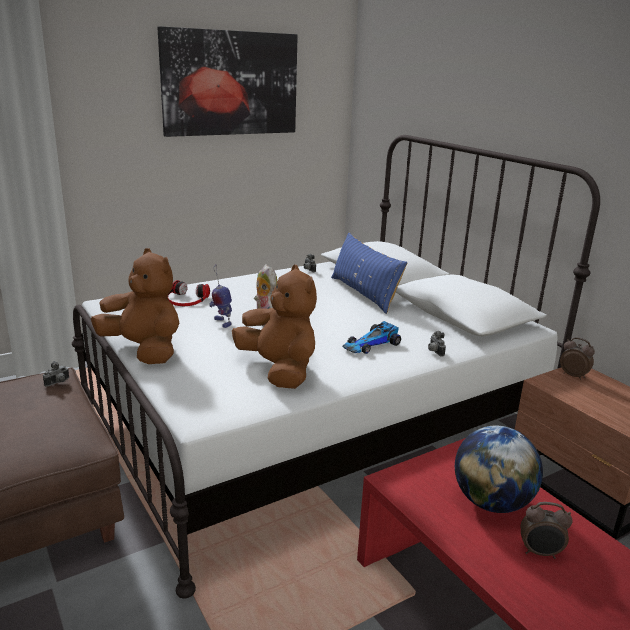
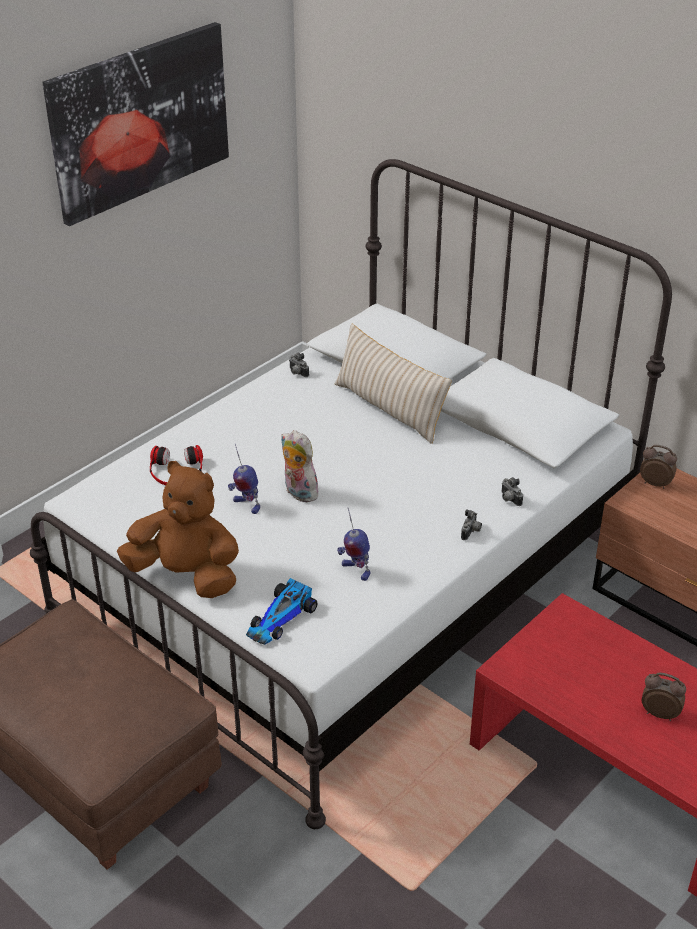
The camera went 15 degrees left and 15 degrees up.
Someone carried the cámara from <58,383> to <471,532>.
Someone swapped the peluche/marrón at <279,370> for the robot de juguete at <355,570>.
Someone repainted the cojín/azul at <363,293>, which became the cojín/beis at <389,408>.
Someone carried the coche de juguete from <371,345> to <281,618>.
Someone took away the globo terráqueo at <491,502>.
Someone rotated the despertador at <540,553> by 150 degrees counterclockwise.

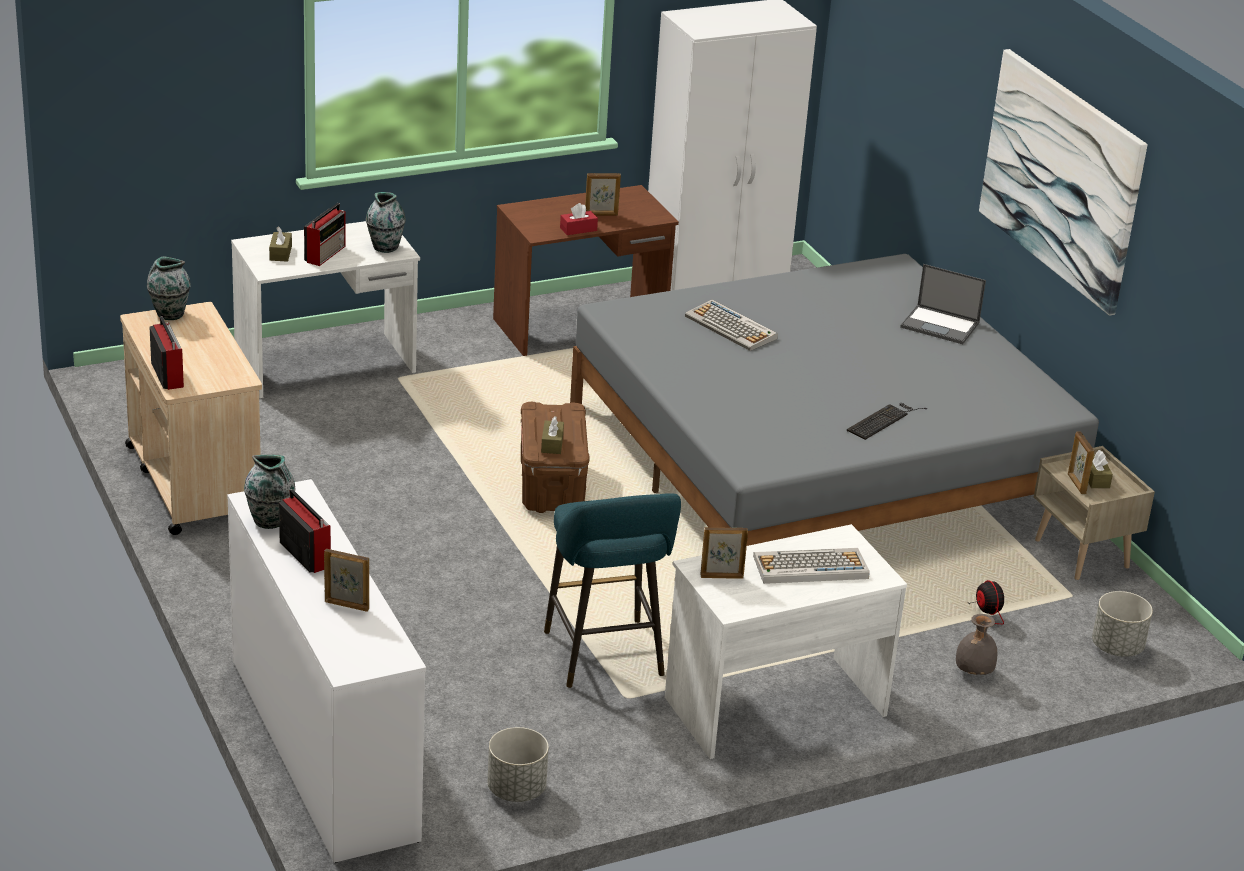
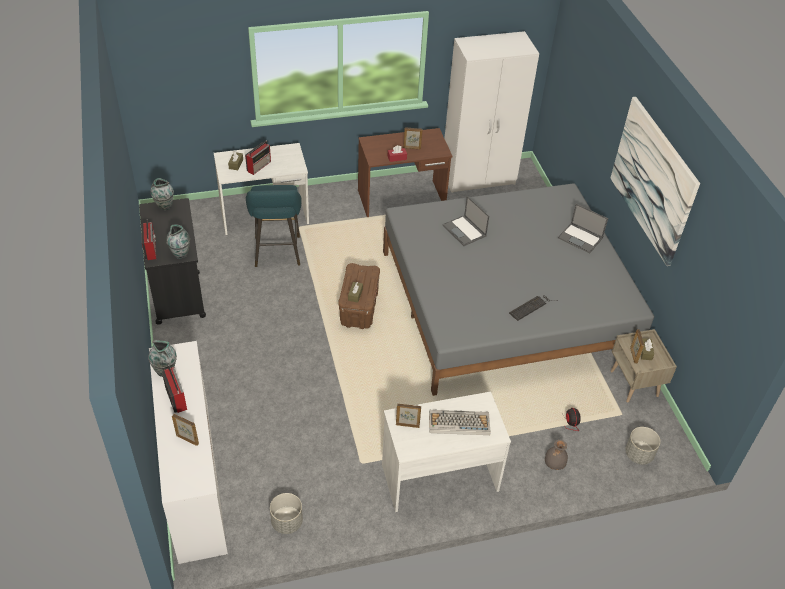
The camera went 10 degrees right and 15 degrees up.
Someone repainted the carrito/beis at <193,481>, which became the carrito/negro at <177,288>.
Someone carried the florero from <385,247> to <180,253>.
Someone carried the taburete/turquesa from <605,658> to <277,253>.
Someone swapped the teclado at <732,327> for the portátil at <464,231>.

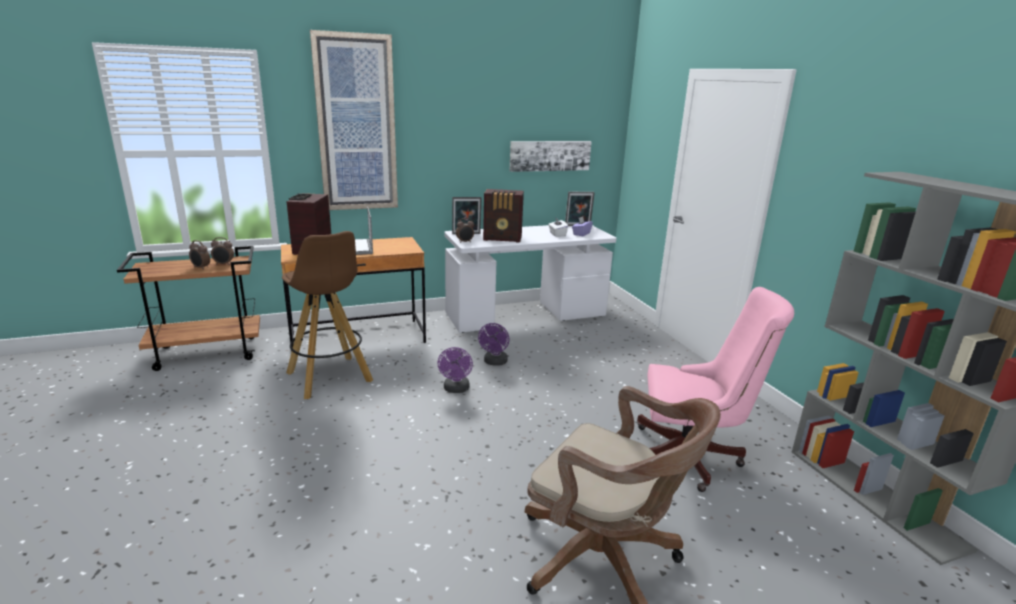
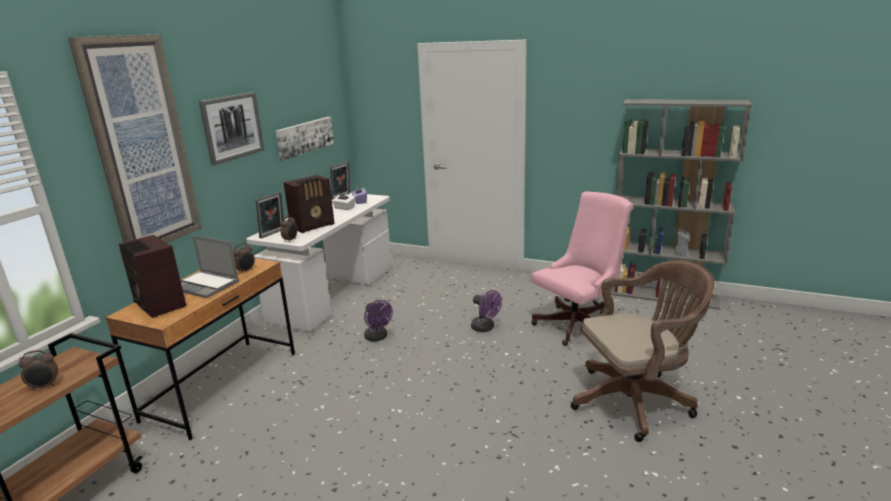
The camera went 45 degrees left and 0 degrees up.
Someone carried the despertador from <224,264> to <245,271>.
Someone took away the taburete/marrón at <330,378>.
Someone carried the ventilador/morado from <456,389> to <485,328>.
Someone put up the cuadro at <232,127>.

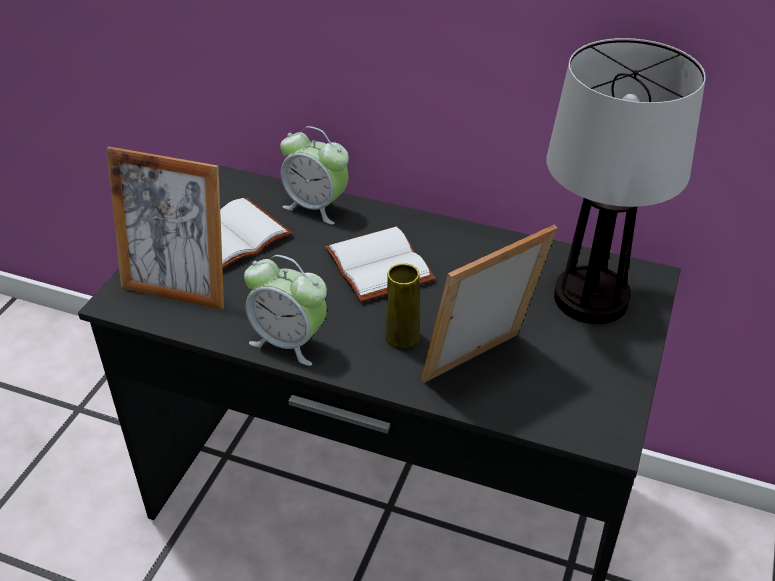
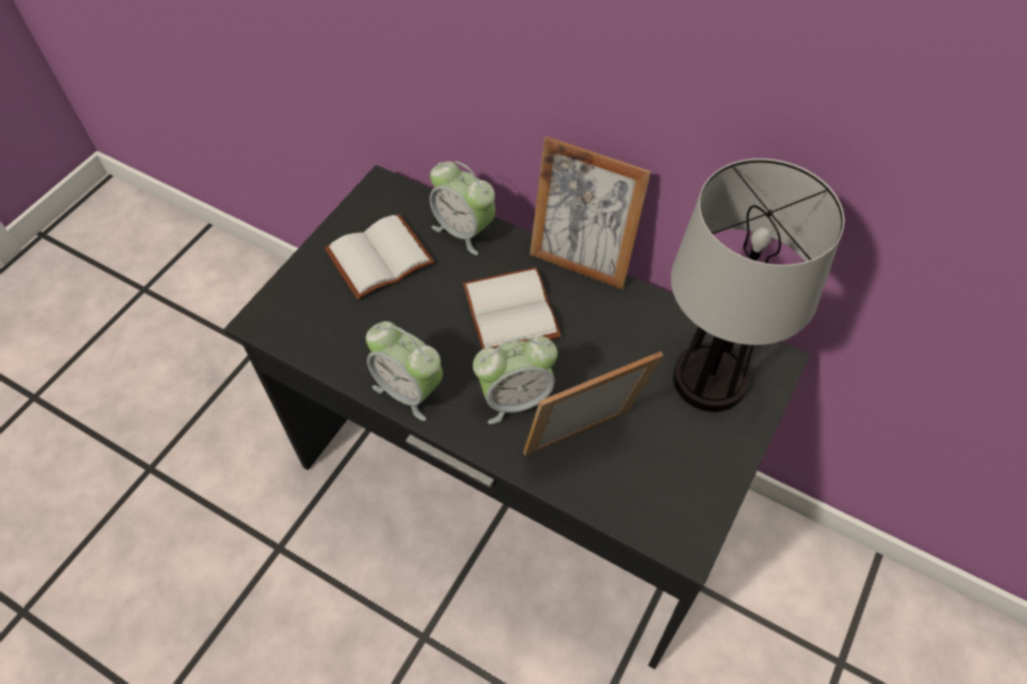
The camera went 10 degrees right and 15 degrees up.
Someone carried the portarretratos from <178,288> to <581,261>.
Someone swapped the florero/amarillo at <402,336> for the despertador at <516,399>.

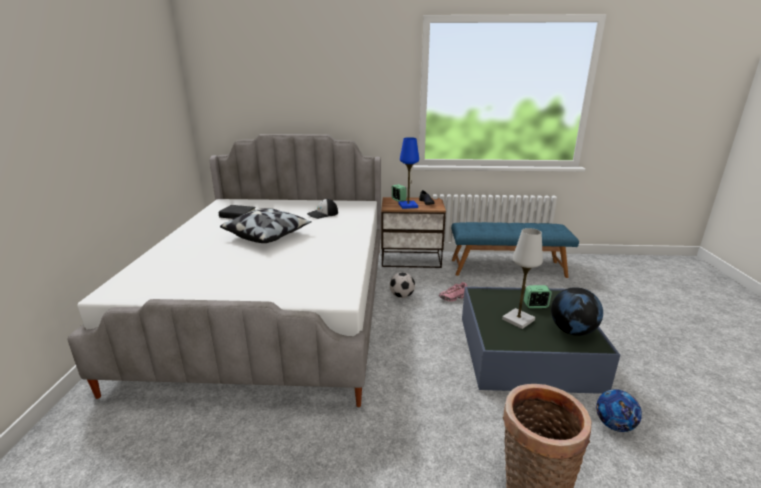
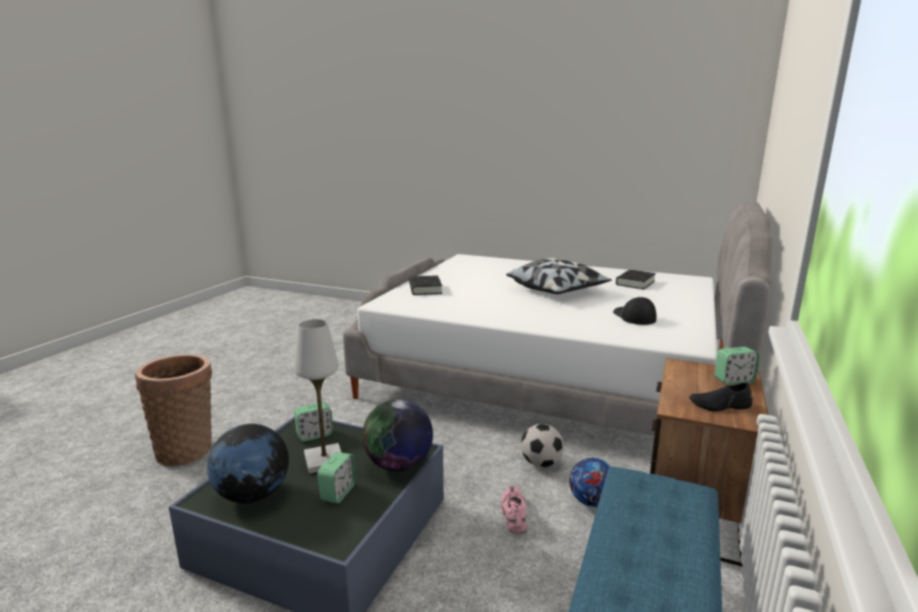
The camera went 110 degrees right and 5 degrees down.
Someone took away the lámpara de mesa/azul at <408,205>.
Someone carried the balón de fútbol from <614,425> to <591,502>.
Someone put down the despertador at <315,435>.
Someone put down the globo terráqueo at <398,465>.
Someone put down the libro/negro at <425,289>.

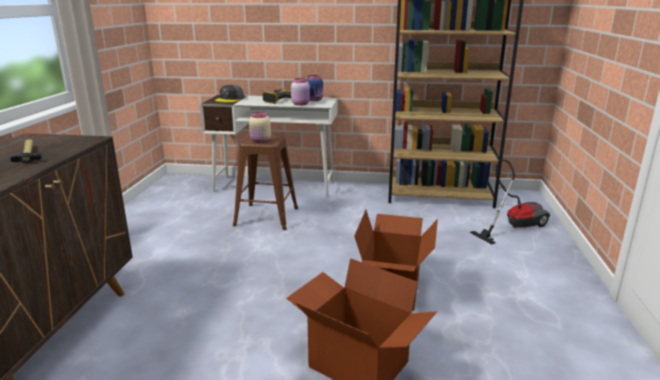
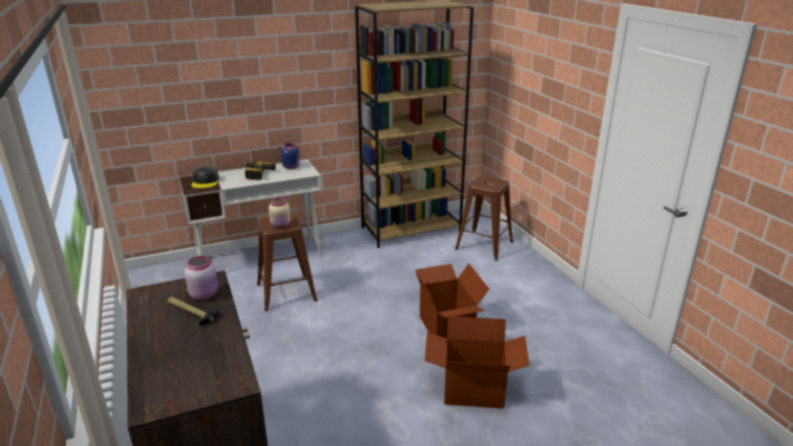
The camera went 30 degrees left and 5 degrees up.
Someone carried the tarro/rosa from <301,104> to <205,294>.
Someone swapped the aspiradora at <513,226> for the taburete/marrón at <485,245>.

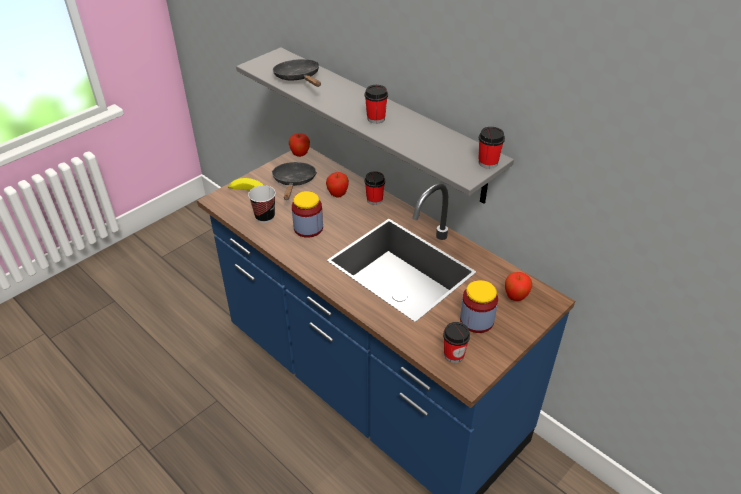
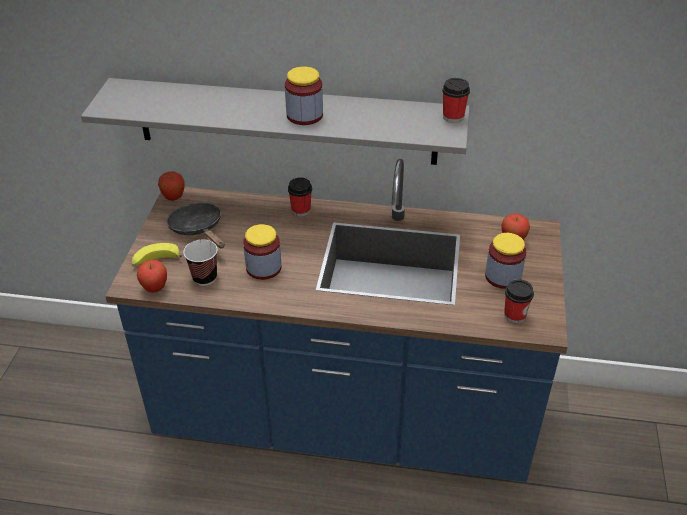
The camera went 35 degrees left and 0 degrees up.
Someone took away the sartén/negro at <299,78>.
Someone carried the manzana from <338,195> to <155,288>.
Someone swapped the taza at <376,118> for the tarro at <304,115>.

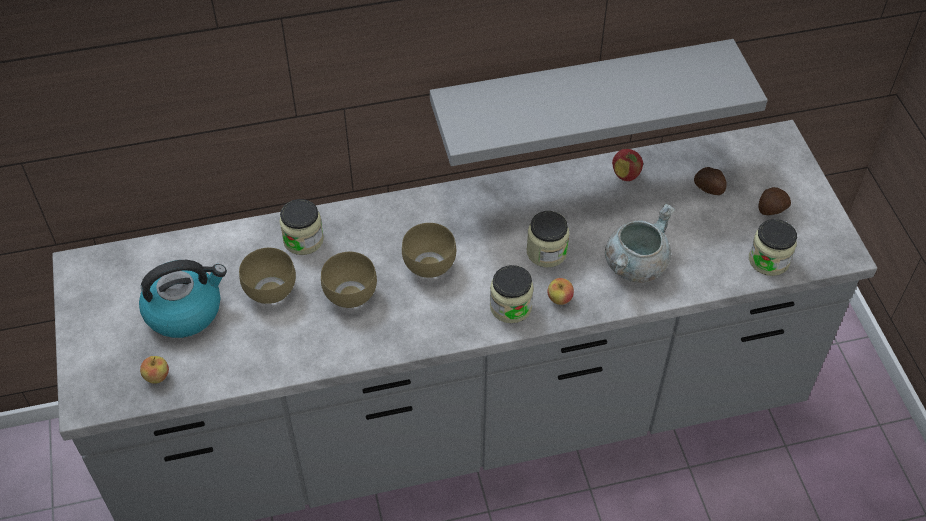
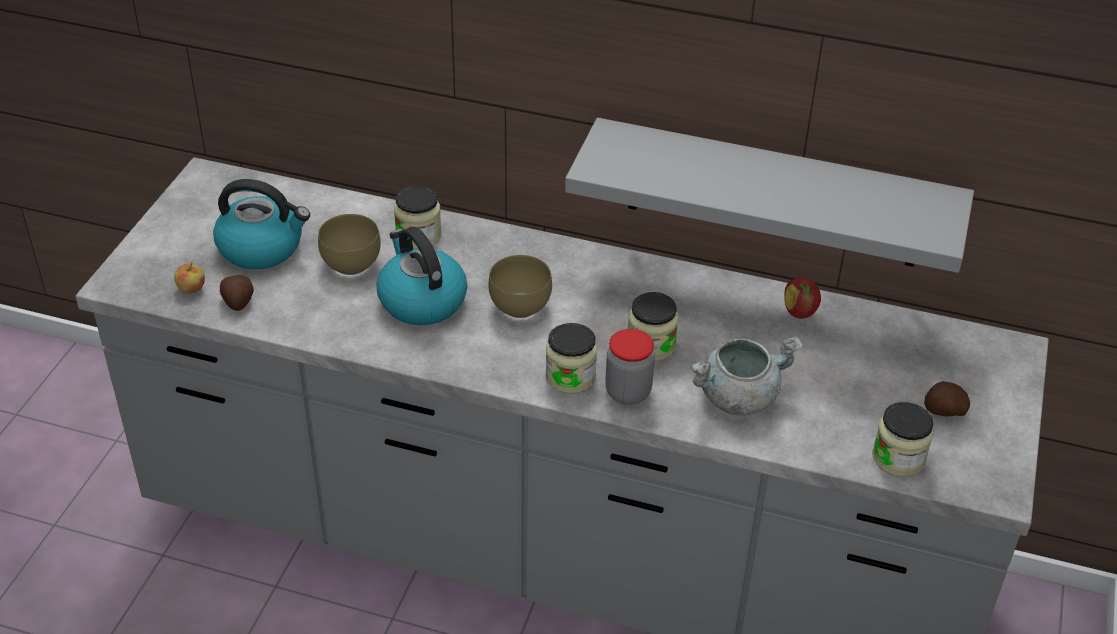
The camera went 30 degrees right and 10 degrees down.
Someone swapped the cuenco/marrón at <351,296> for the hervidor at <421,300>.
Someone swapped the manzana at <559,299> for the tarro at <628,392>.
Someone carried the patata from <709,189> to <238,303>.

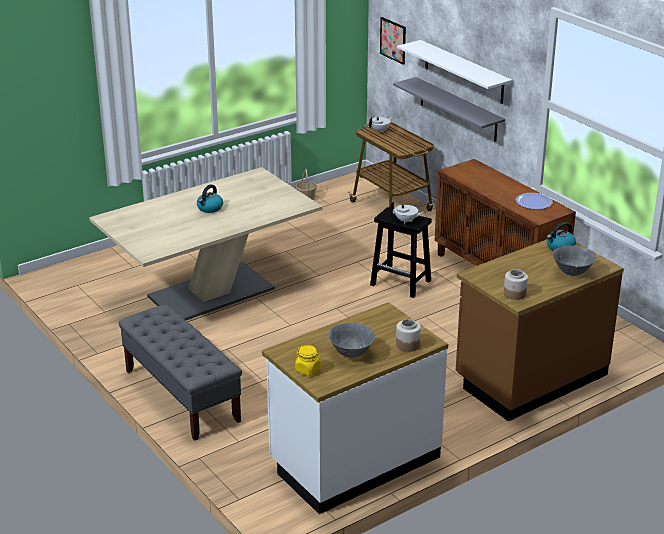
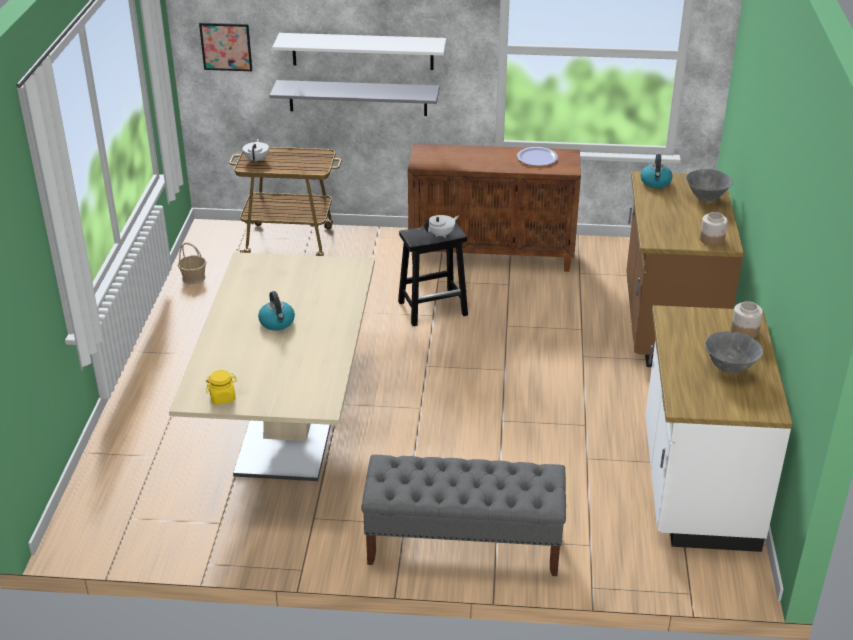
The camera went 50 degrees left and 5 degrees up.
Someone carried the tarro/amarillo from <308,370> to <223,397>.

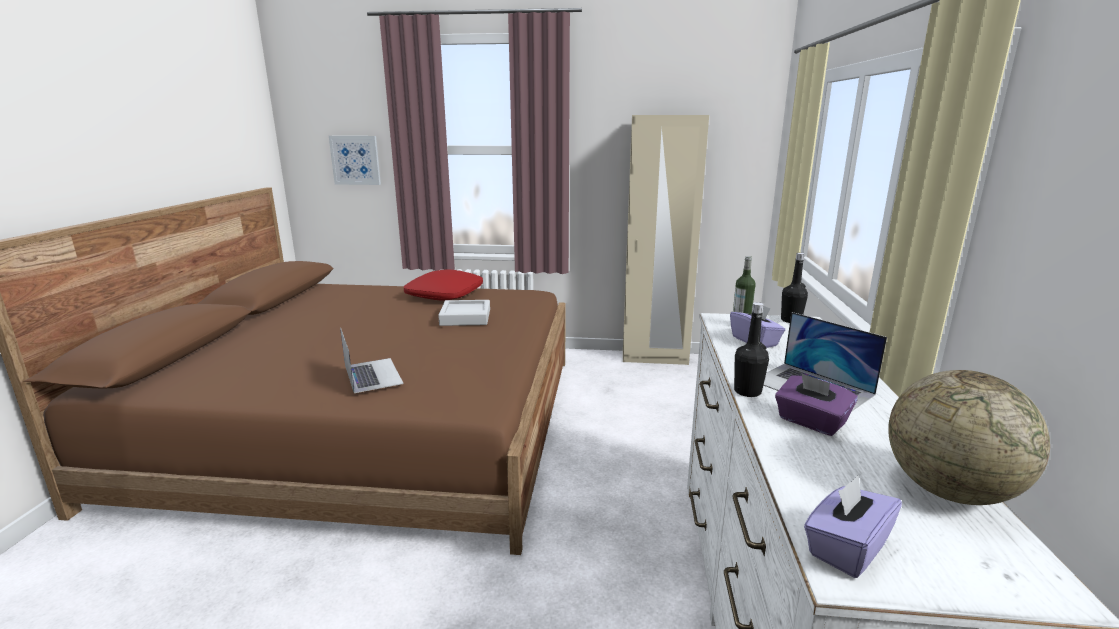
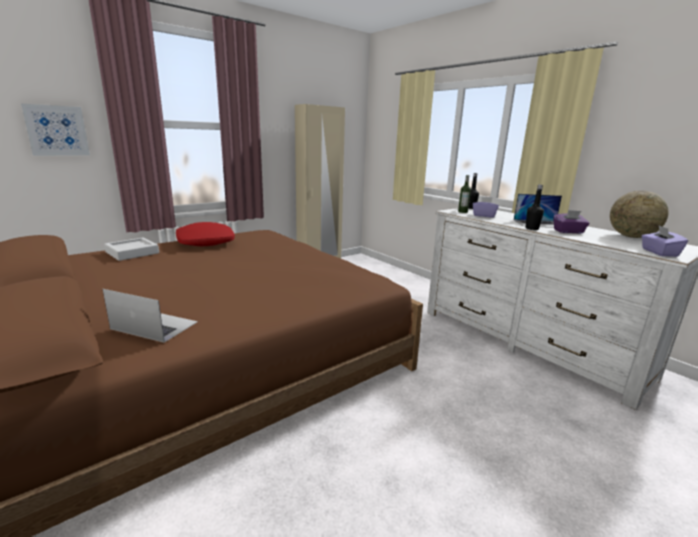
The camera went 45 degrees left and 0 degrees up.
Someone carried the portátil from <372,374> to <154,325>.
Someone carried the bandeja/gris from <465,317> to <132,253>.

